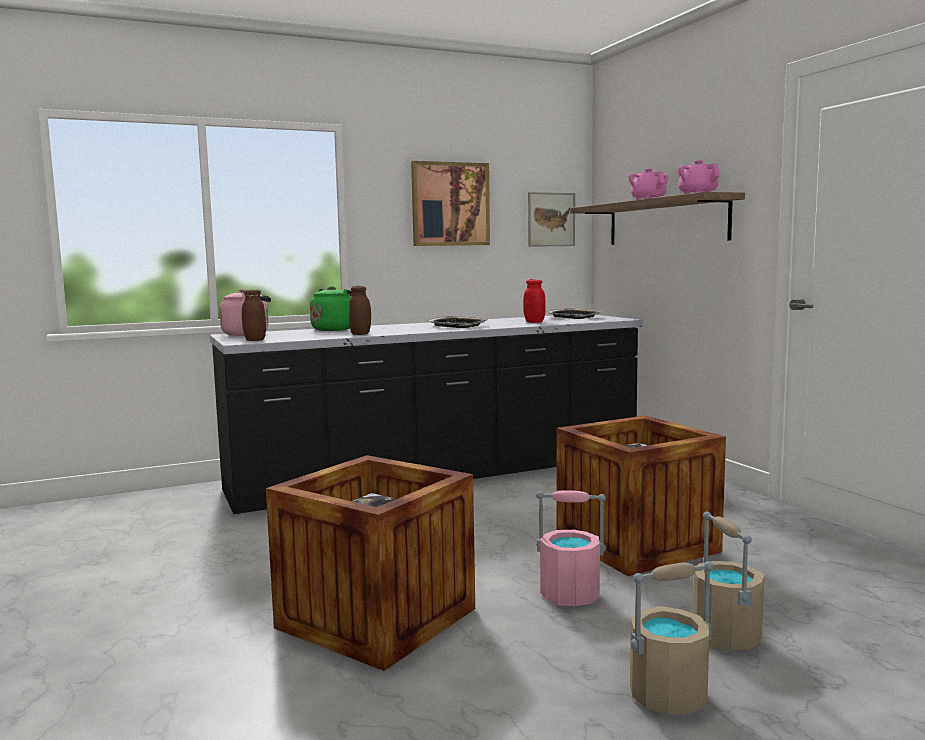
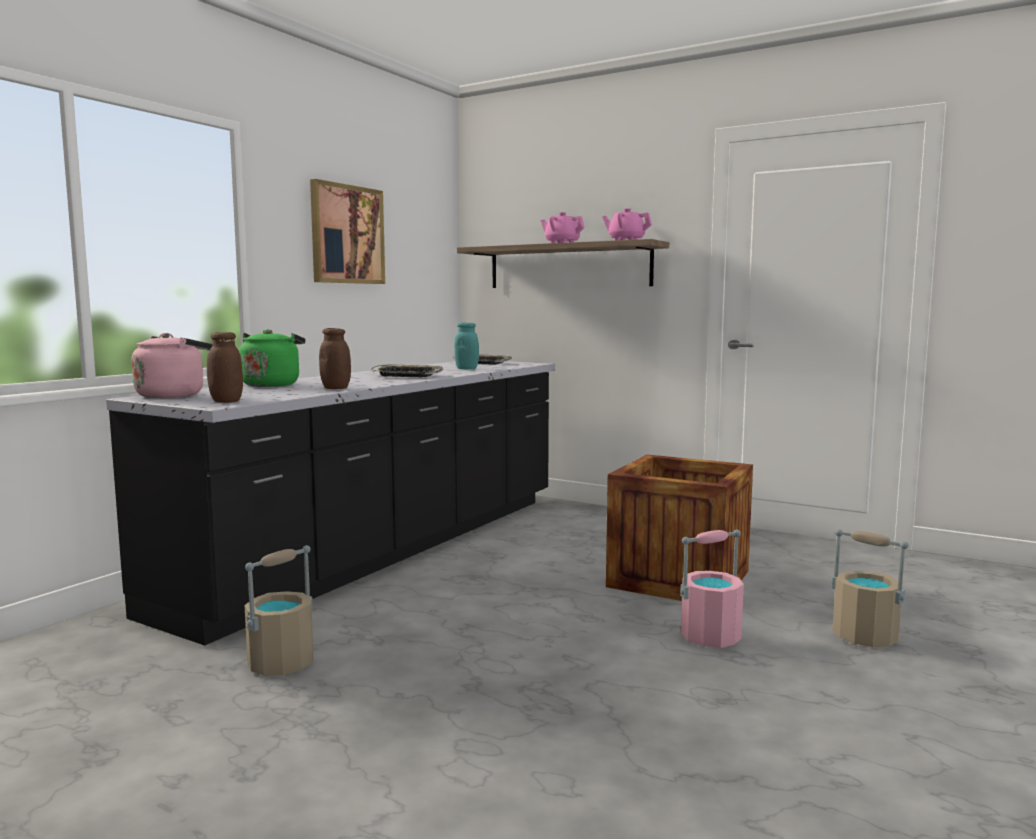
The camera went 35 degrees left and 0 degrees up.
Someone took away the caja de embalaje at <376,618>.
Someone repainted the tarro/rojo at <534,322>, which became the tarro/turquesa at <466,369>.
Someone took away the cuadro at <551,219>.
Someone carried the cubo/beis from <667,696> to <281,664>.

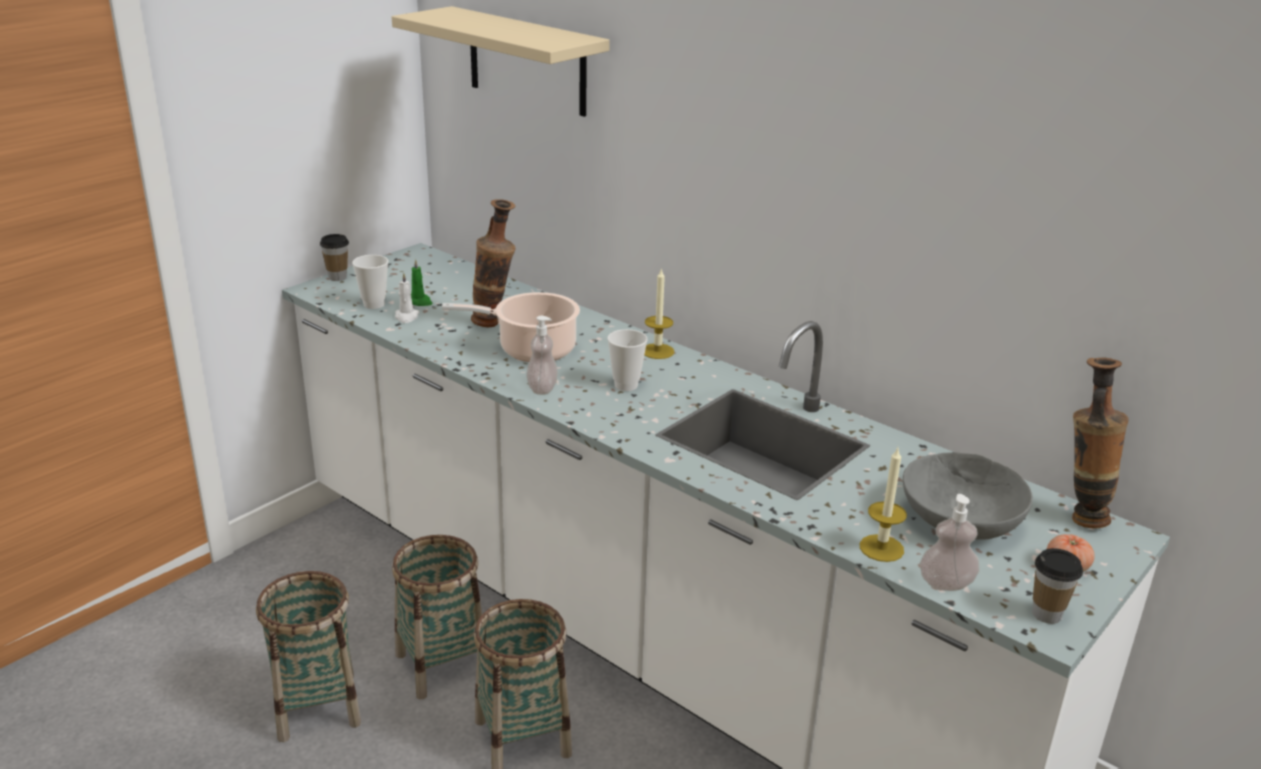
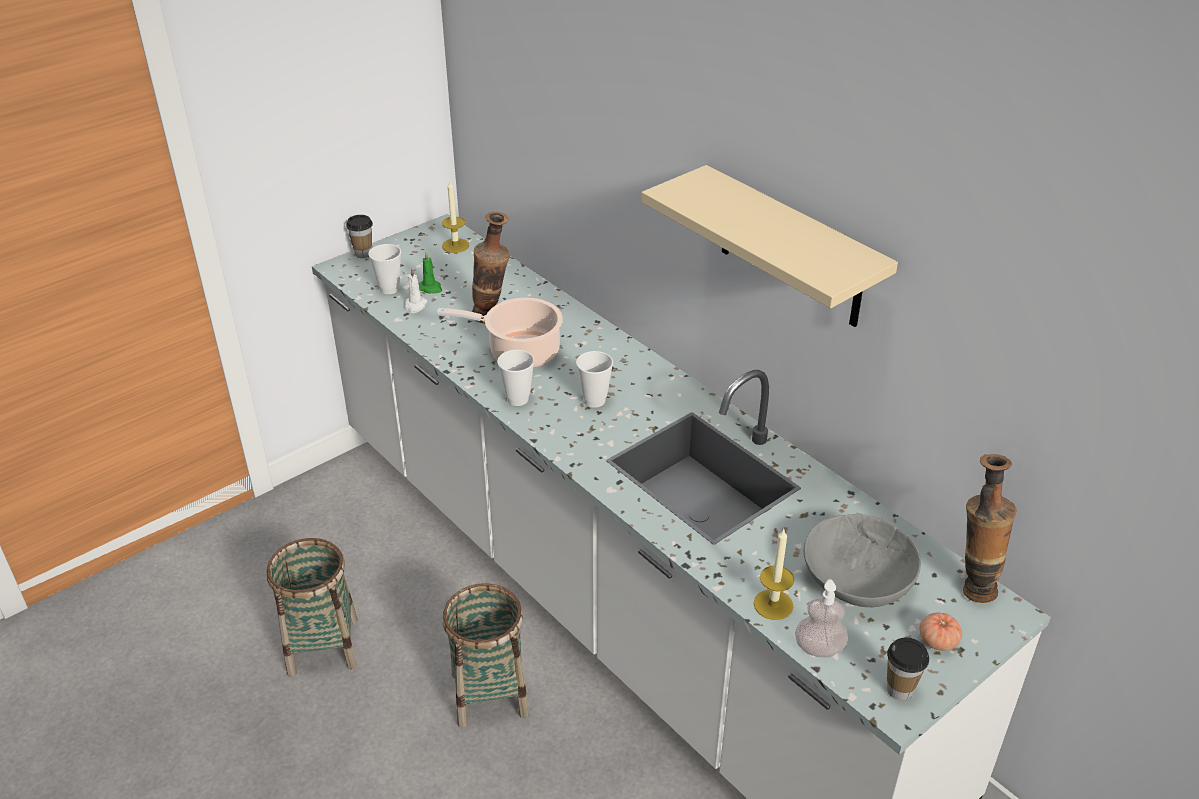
The camera went 10 degrees right and 10 degrees up.
Someone carried the estante/beis from <527,61> to <791,249>.
Someone took away the cesta at <442,664>.
Someone swapped the dispensador de jabón at <542,388> for the taza at <518,399>.
Someone carried the vela from <657,351> to <455,245>.

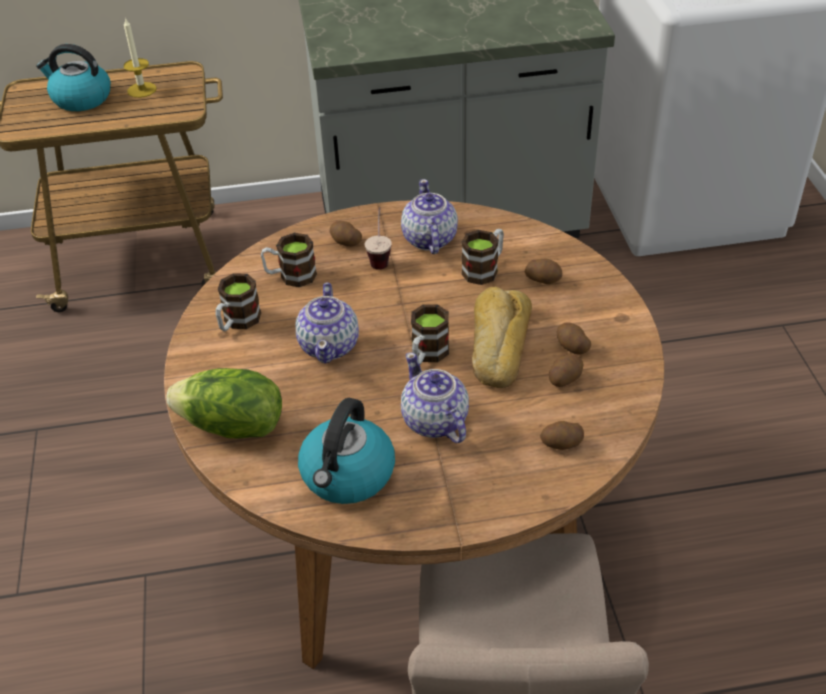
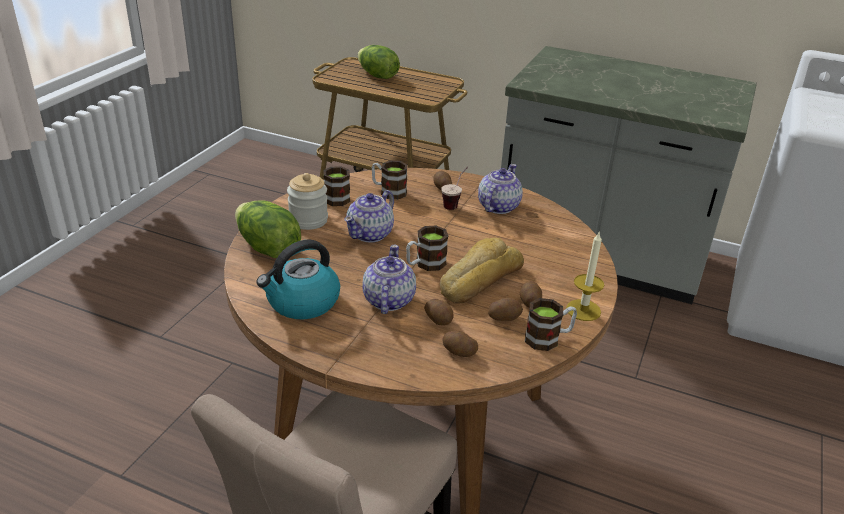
The camera went 30 degrees right and 10 degrees down.
Someone swapped the hervidor at <81,99> for the lechuga at <377,76>.
Someone carried the vela from <142,90> to <583,310>.
Someone carried the taza grande from <484,269> to <548,338>.
Someone carried the patata from <543,279> to <439,319>.
Someone put down the tarro at <308,220>.

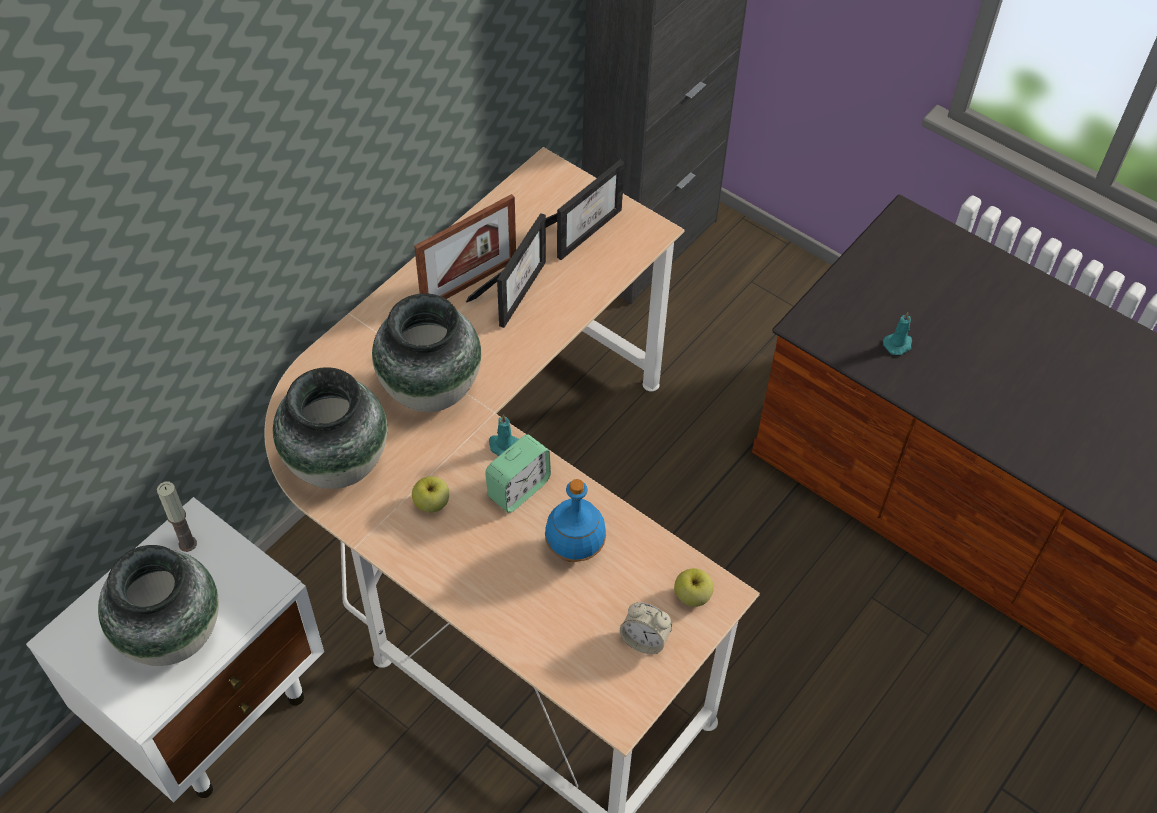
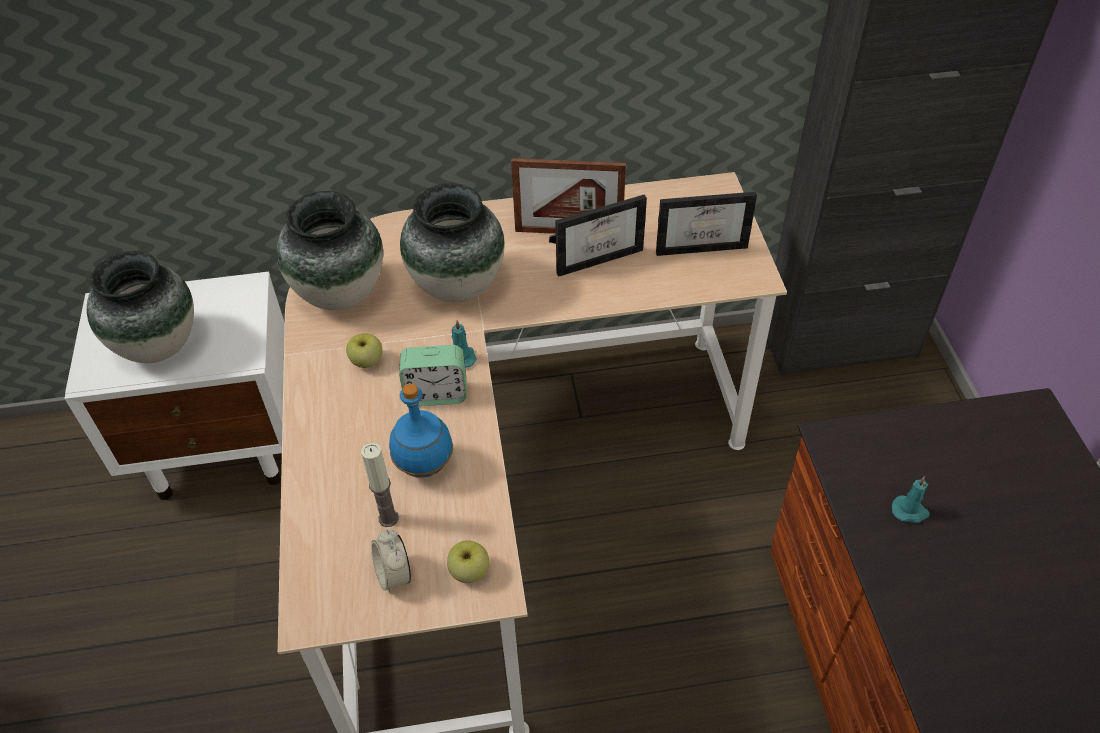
The camera went 45 degrees right and 5 degrees down.
Someone carried the vela from <187,543> to <388,518>.

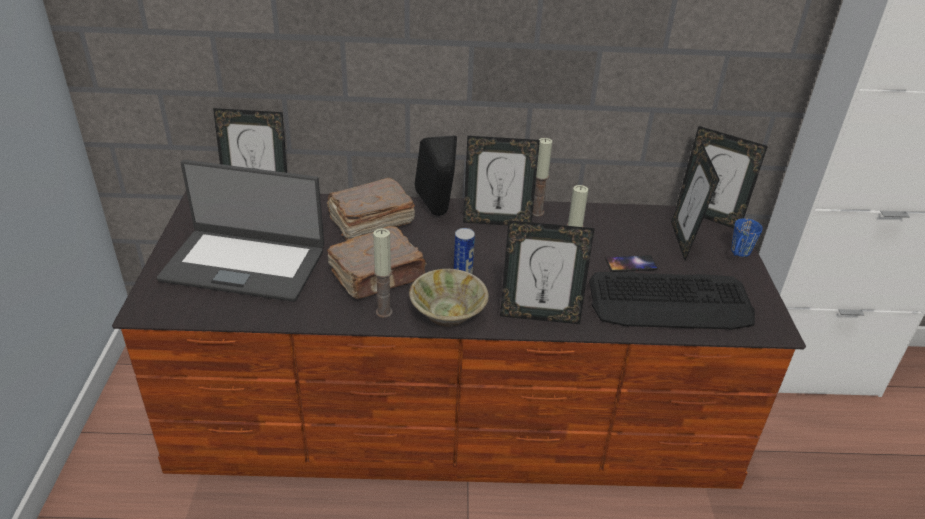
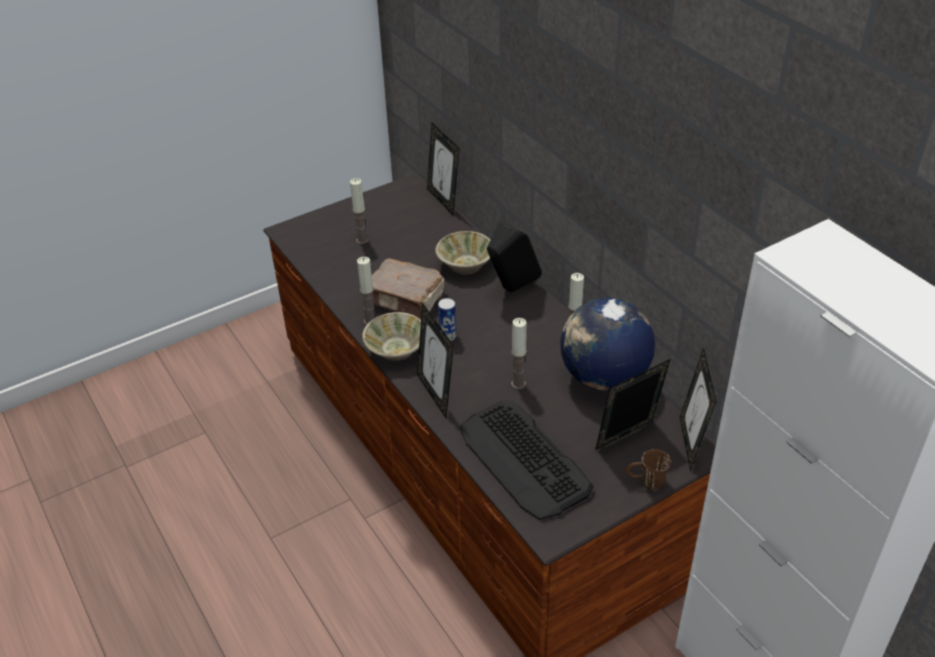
The camera went 60 degrees right and 5 degrees up.
Someone swapped the portátil at <245,264> for the vela at <362,240>.
Someone swapped the libro/marrón at <370,221> for the cuenco/beis at <465,264>.
Someone took away the portarretratos at <497,221>.
Someone took away the móvil at <631,264>.
Someone repainted the taza grande/azul at <738,254>, which became the taza grande/marrón at <645,482>.
Someone put down the globo terráqueo at <603,378>.

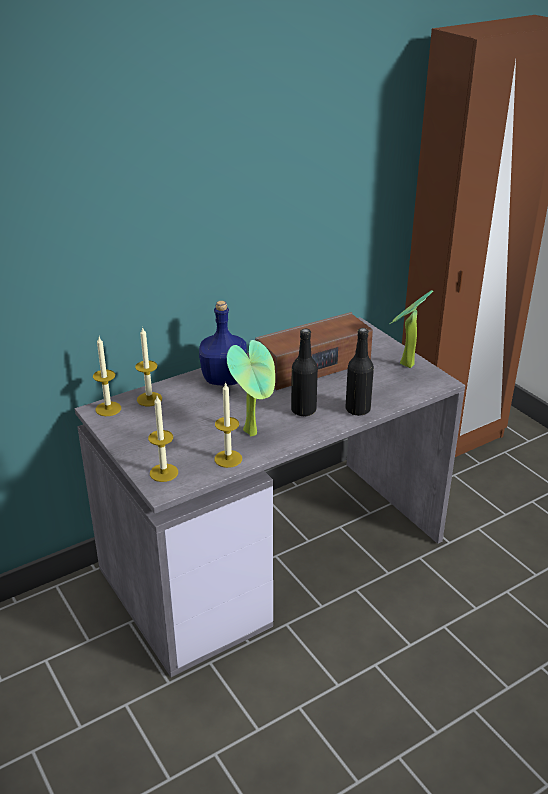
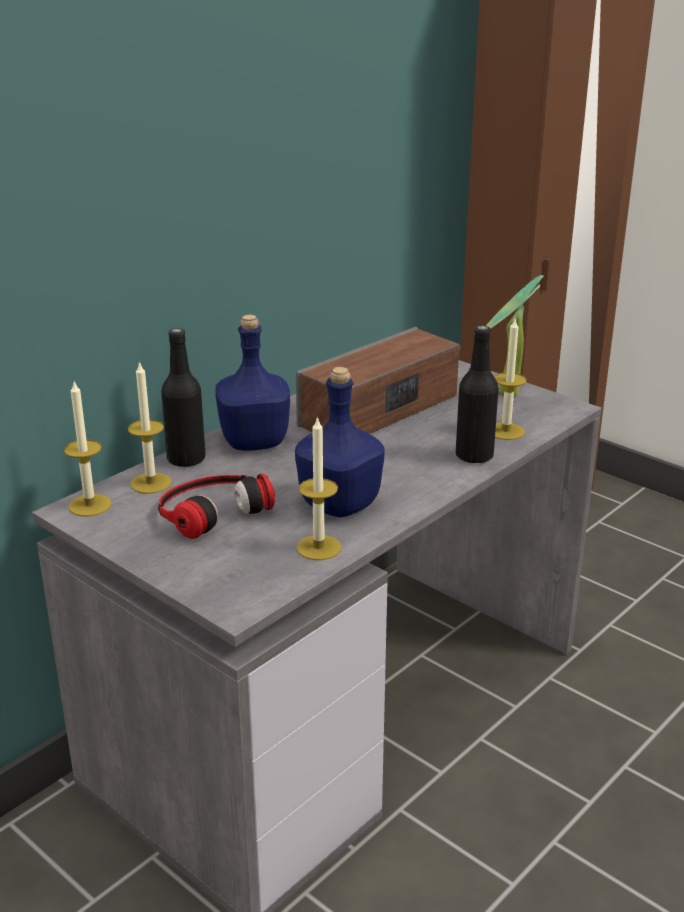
The camera went 15 degrees left and 5 degrees down.
Someone carried the vela from <164,473> to <505,431>.
Someone swapped the planta en maceta at <254,432> for the botella/azul at <338,505>.
Someone carried the botella/negro from <303,410> to <186,459>.
Someone put down the auriculares at <211,509>.

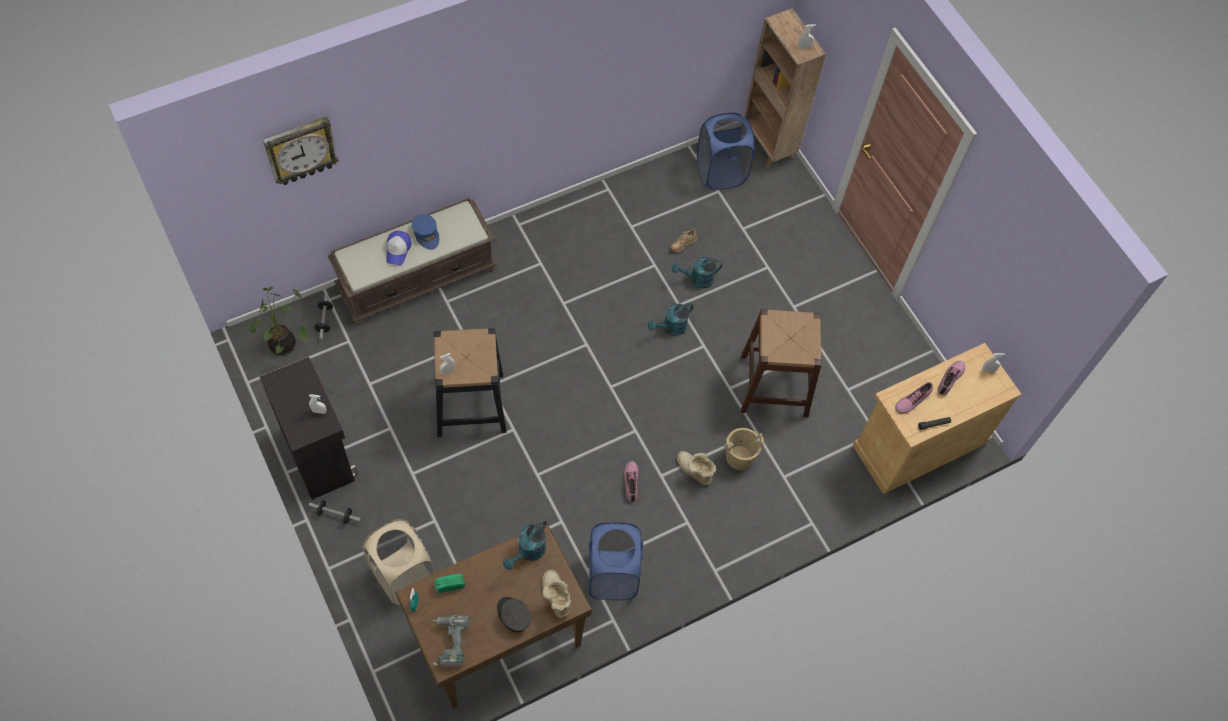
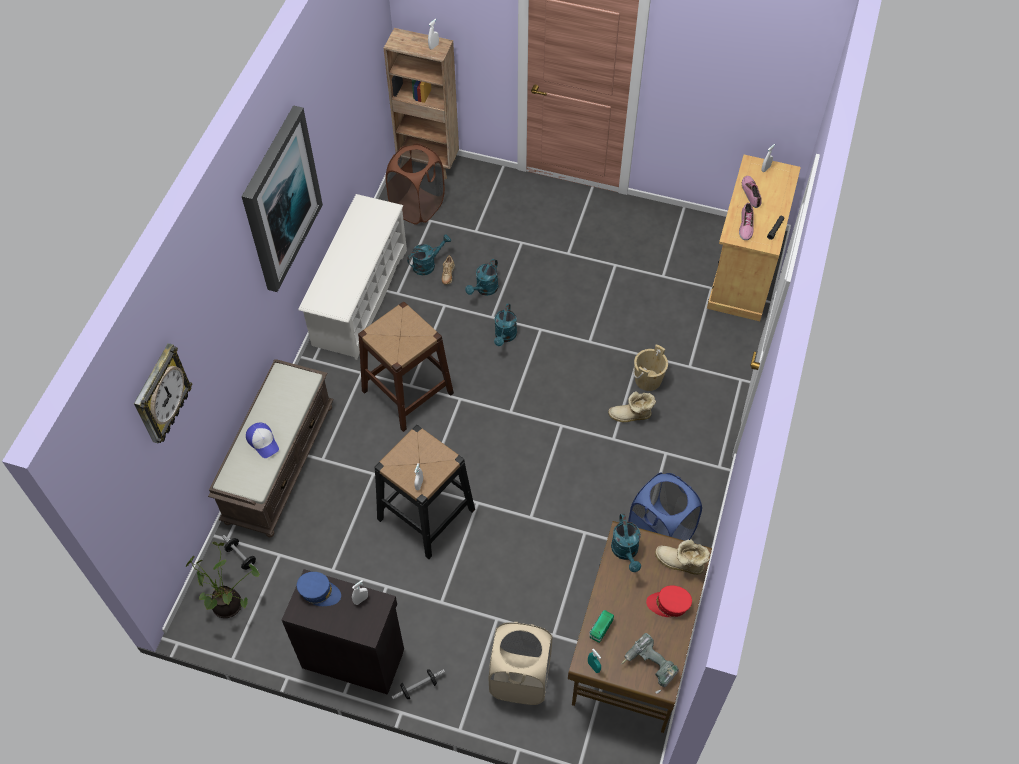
The camera went 40 degrees left and 5 degrees down.
Someone carried the gorra/azul from <426,234> to <319,592>.
Someone repainted the gorra/gris at <513,616>, which became the gorra/rojo at <669,604>.
Someone took away the zapato at <631,482>.
Someone repainted the cesto de la ropa/azul at <720,173>, which became the cesto de la ropa/marrón at <417,207>.
Someone carried the taburete/marrón from <774,385> to <407,391>.
Someone put up the cuadro at <280,199>.
Someone put down the zapatero/blanco at <359,297>.
Someone put down the regadera/turquesa at <427,264>.

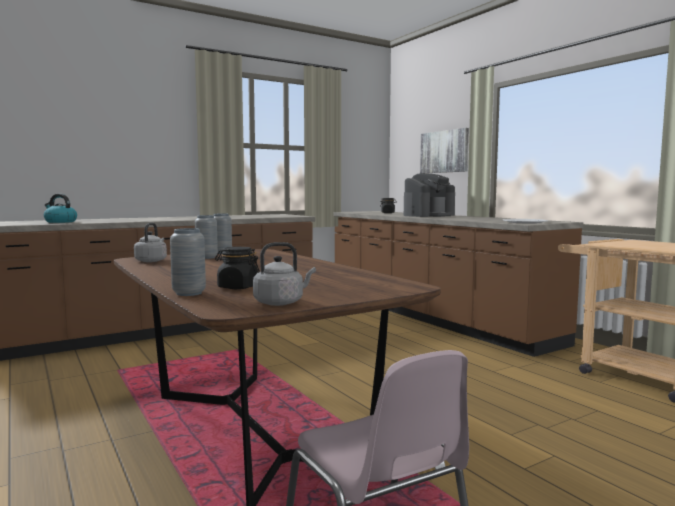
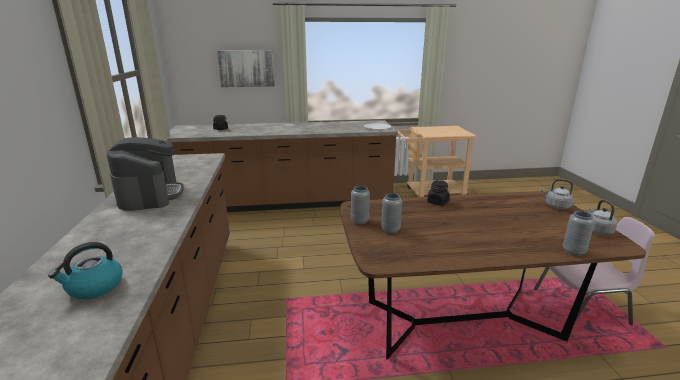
The camera went 65 degrees left and 15 degrees up.
Someone carried the hervidor/gris from <152,260> to <556,206>.
Someone carried the tarro/negro from <237,287> to <437,202>.
Someone carried the cafetera from <429,215> to <150,195>.

